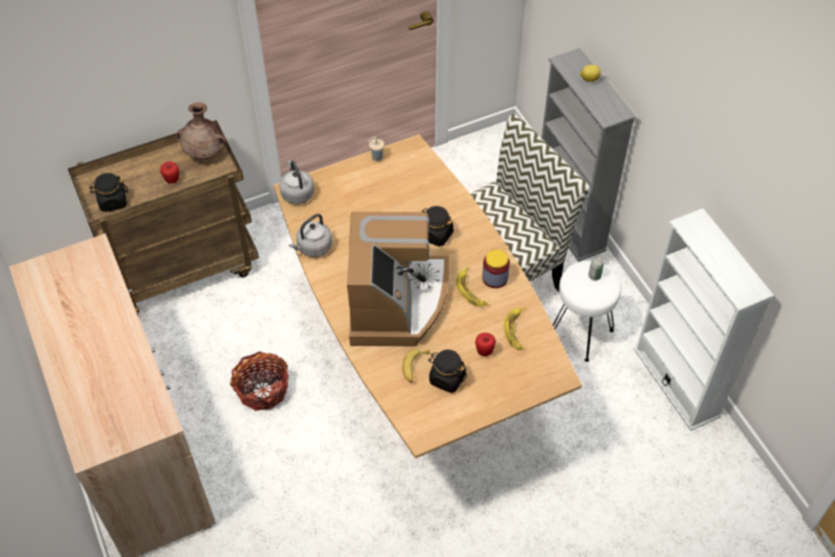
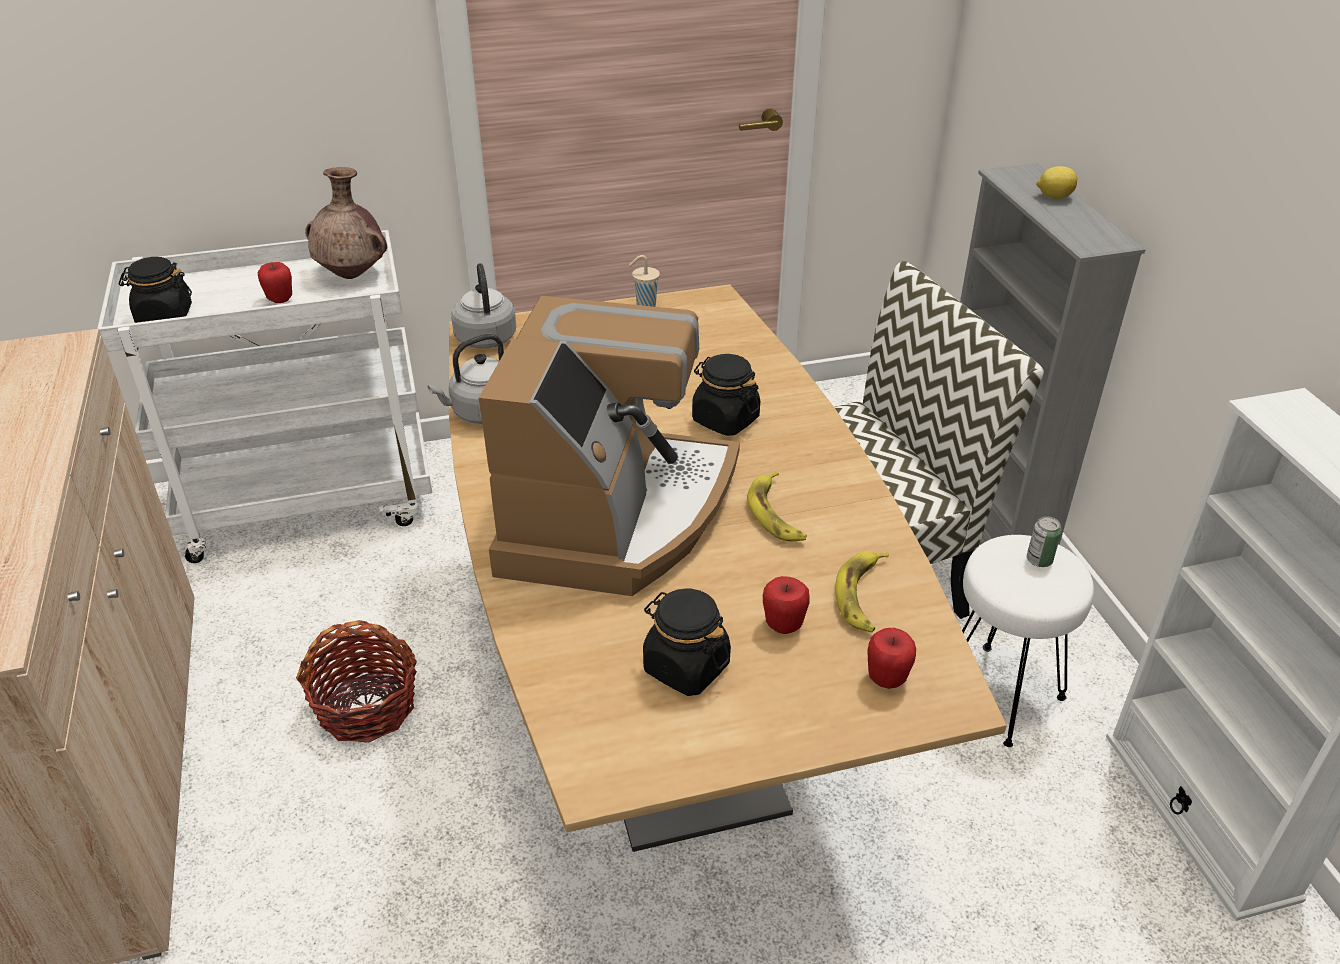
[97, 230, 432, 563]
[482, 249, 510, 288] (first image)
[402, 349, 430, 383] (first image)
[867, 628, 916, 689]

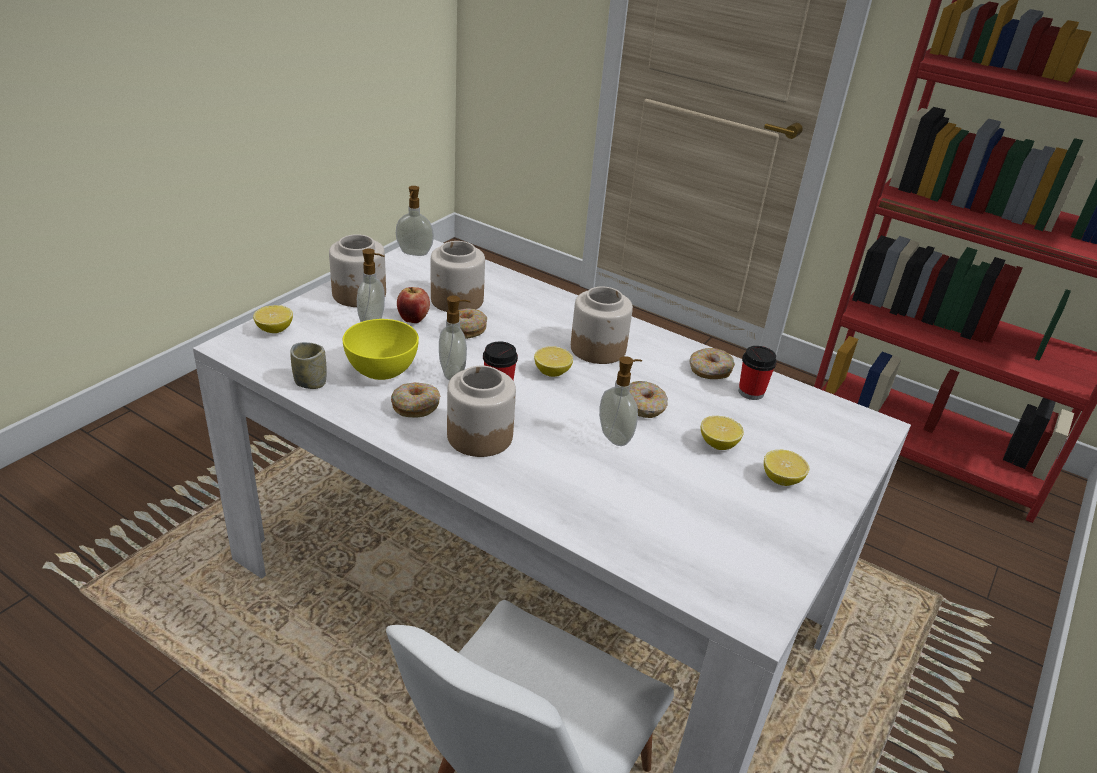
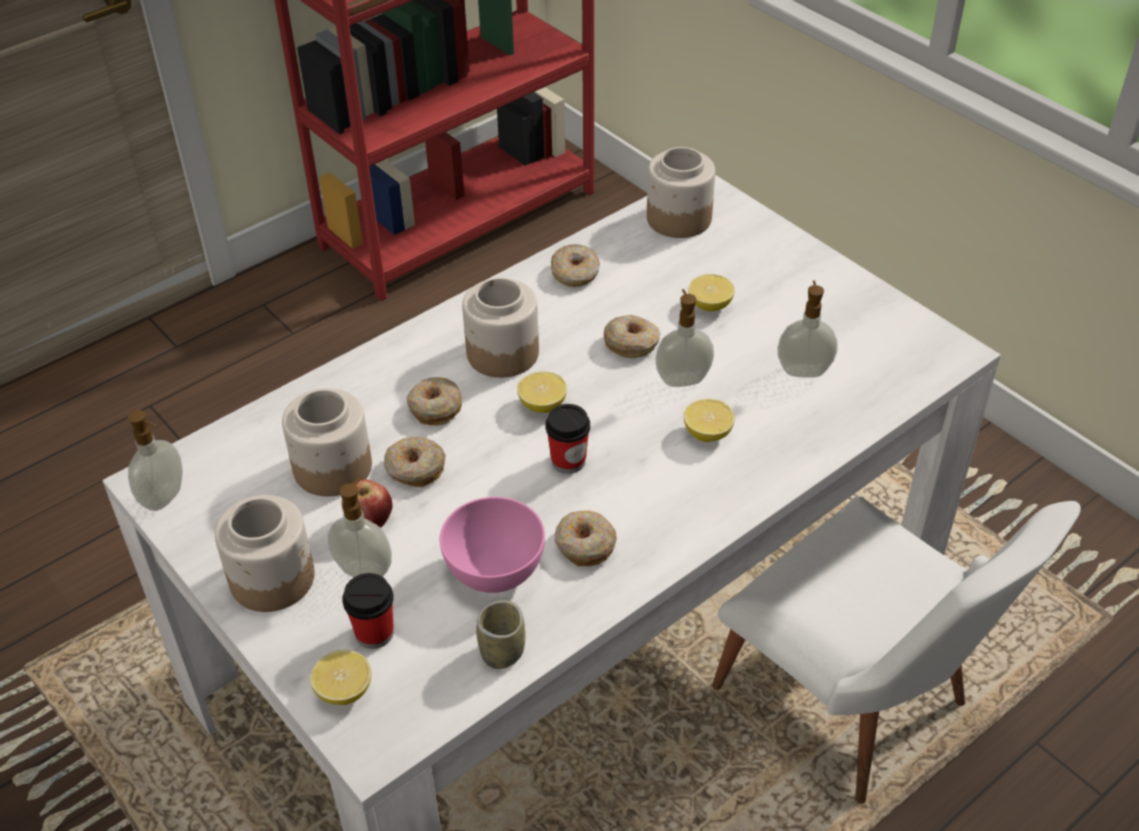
[778, 280, 837, 378]
[440, 497, 545, 593]
[342, 573, 394, 649]
[647, 147, 715, 238]
[684, 399, 735, 442]
[407, 377, 462, 425]

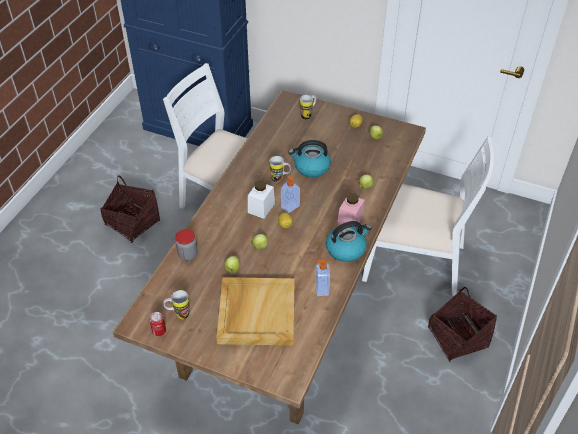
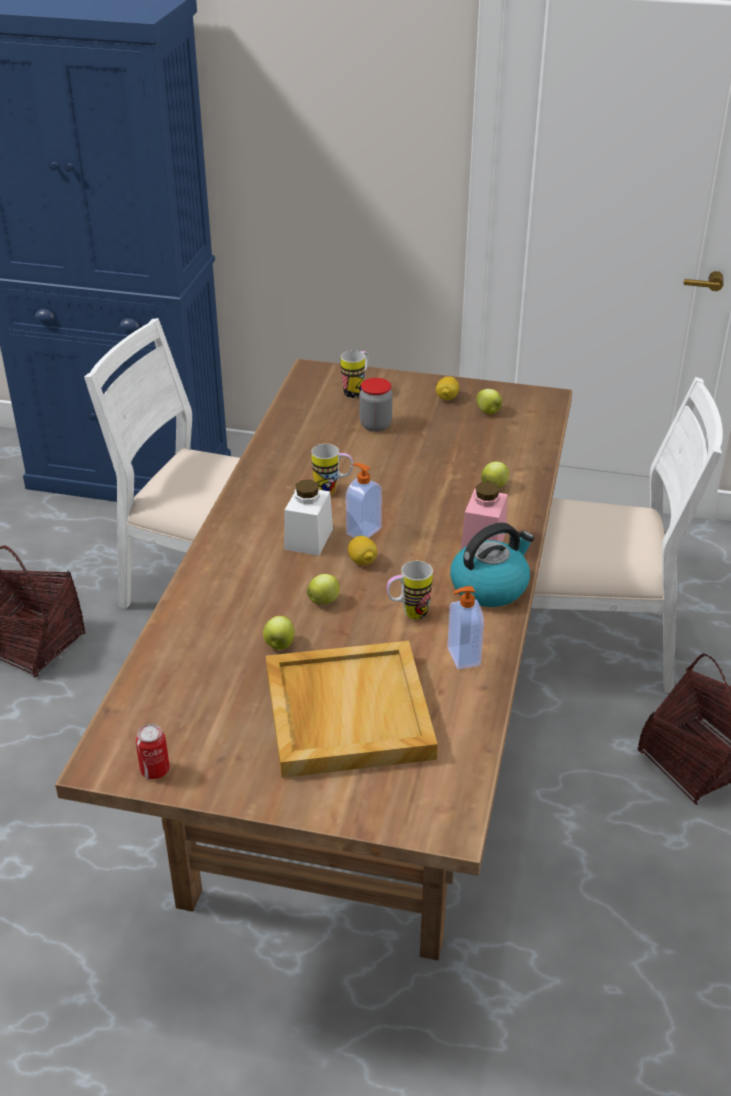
[288, 140, 331, 178] (first image)
[360, 378, 392, 432]
[387, 561, 433, 619]

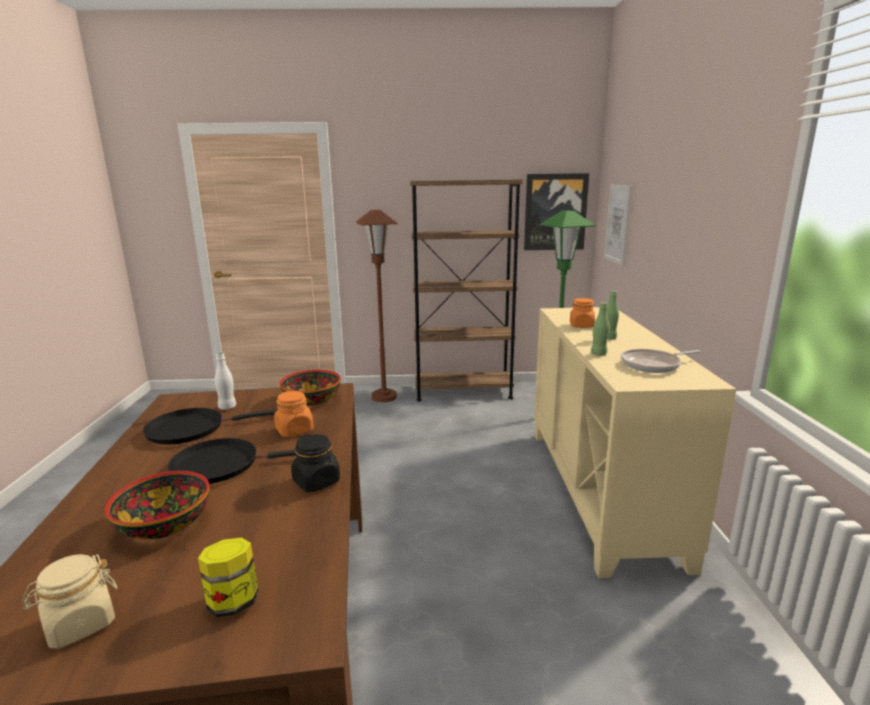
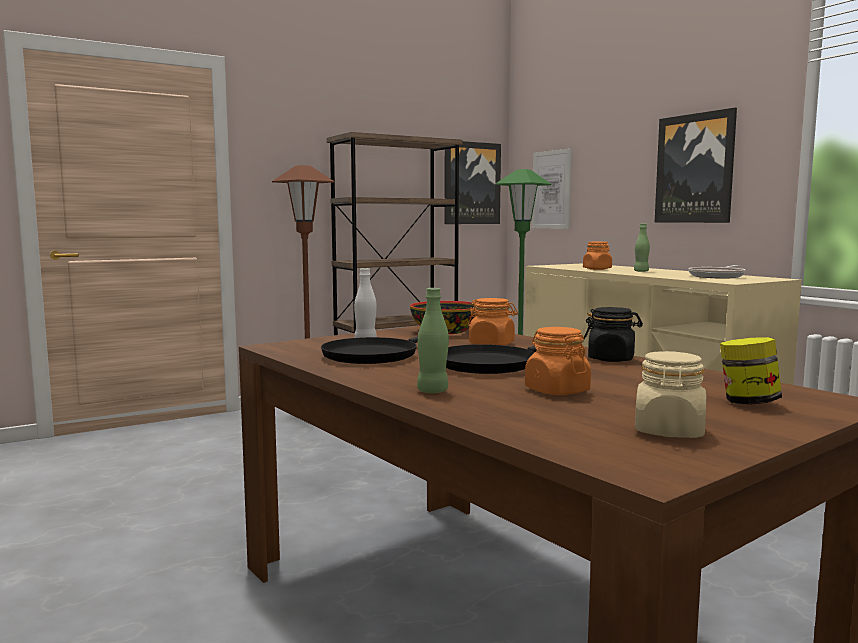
[417, 288, 449, 393]
[525, 327, 591, 395]
[655, 108, 737, 223]

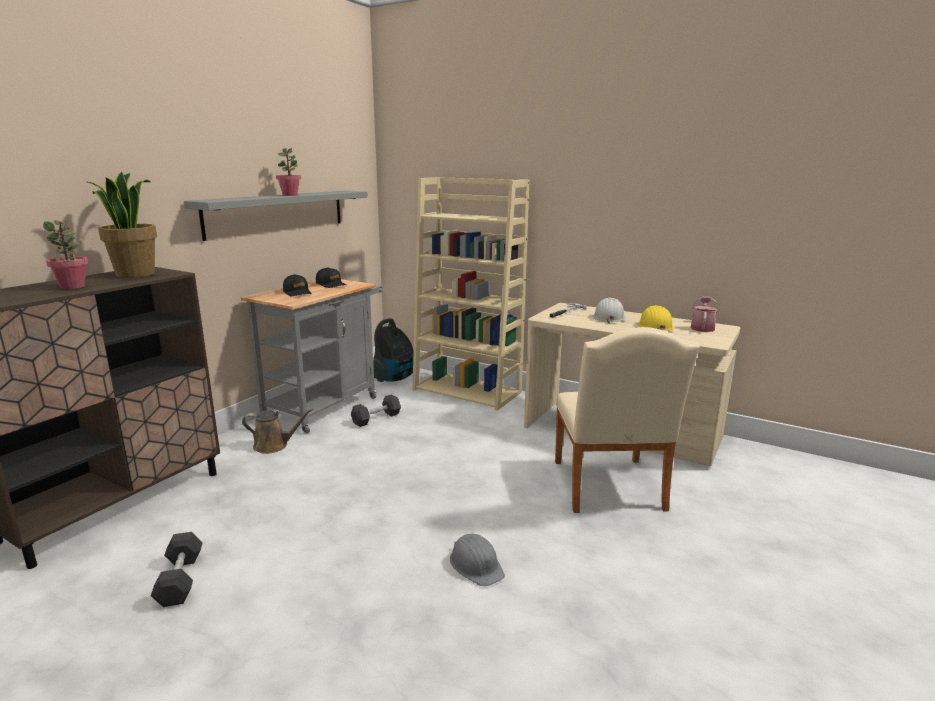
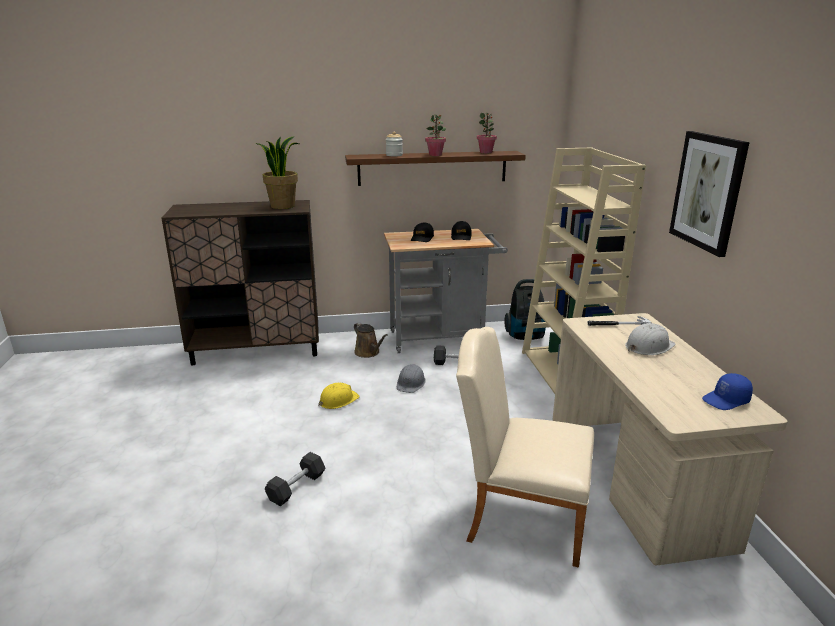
[345, 151, 526, 186]
[477, 112, 497, 153]
[702, 373, 753, 410]
[318, 383, 360, 409]
[456, 327, 594, 568]
[265, 452, 325, 506]
[397, 364, 426, 393]
[386, 131, 403, 156]
[669, 131, 750, 257]

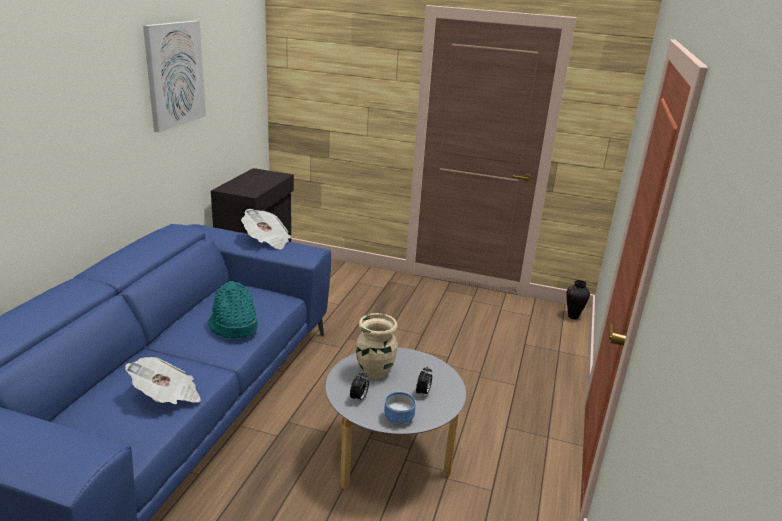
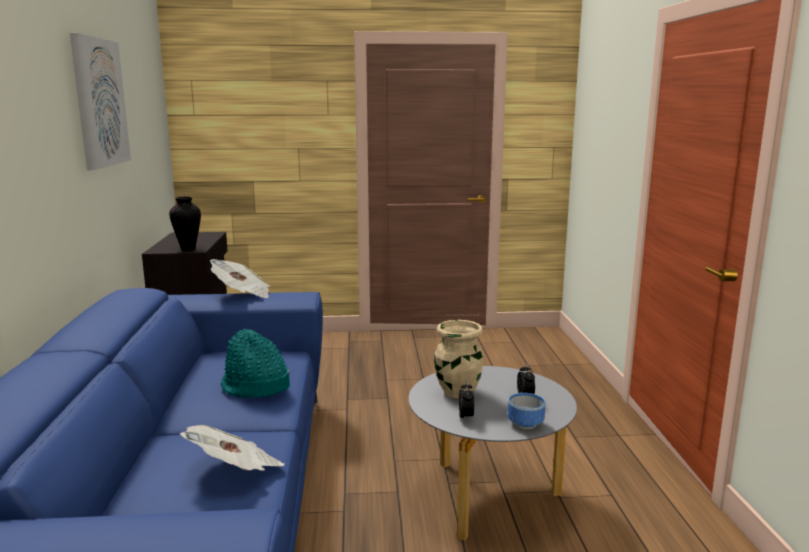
[169, 197, 201, 251]

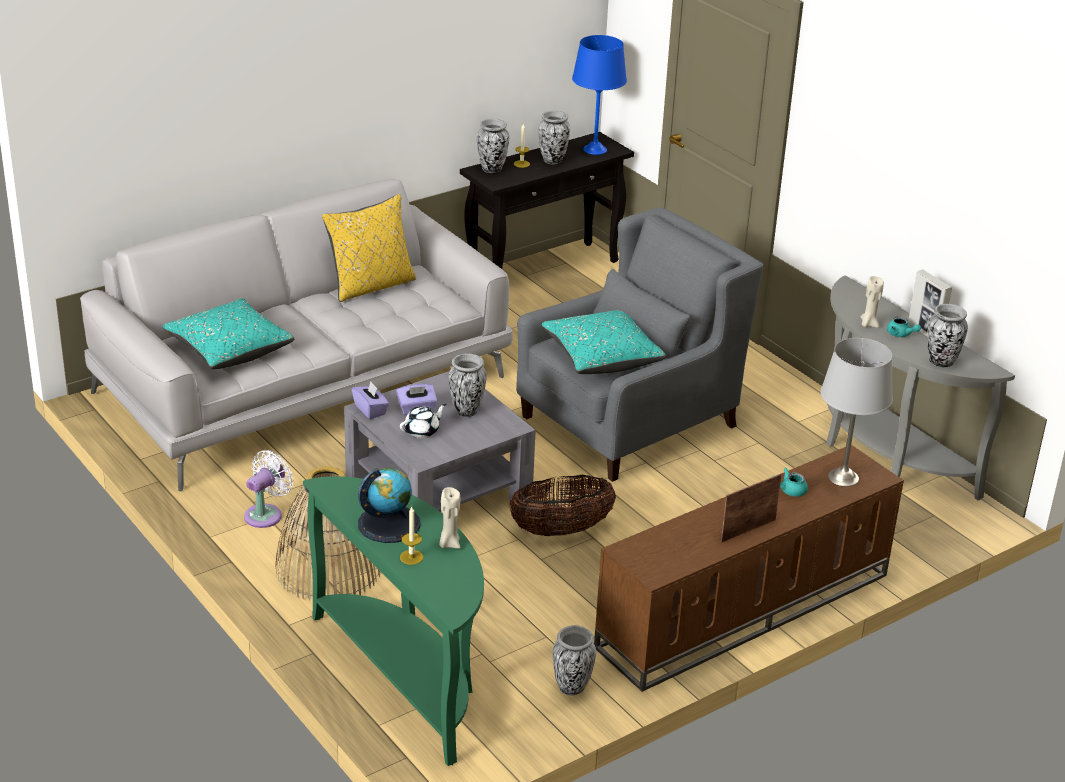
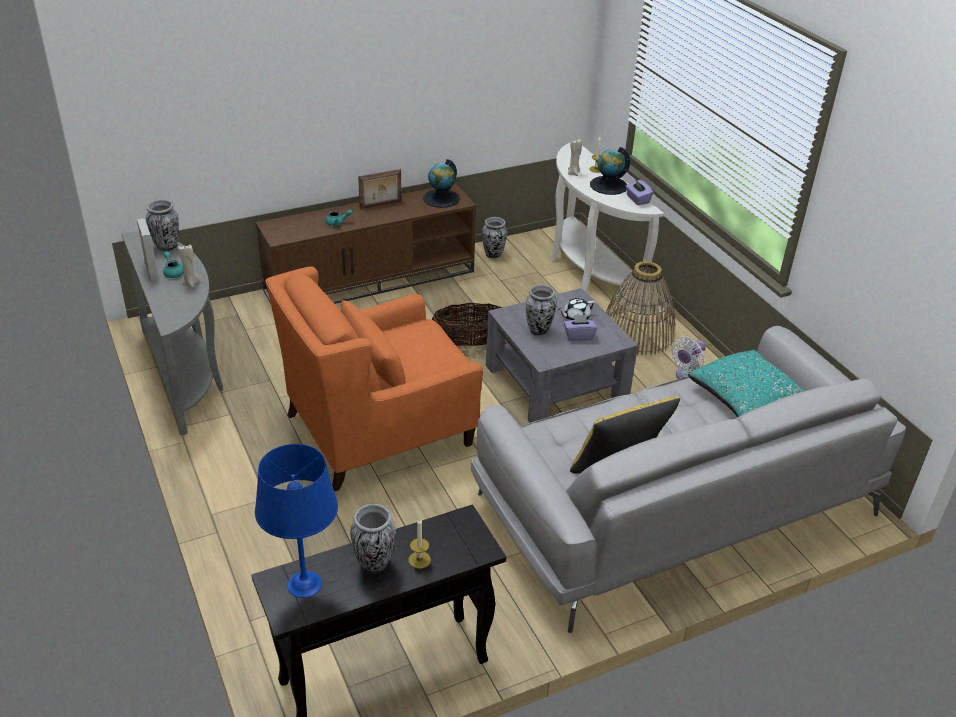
[477, 118, 509, 173] (first image)
[265, 267, 483, 492]
[542, 310, 666, 374] (first image)
[821, 338, 893, 487] (first image)
[626, 180, 653, 205]
[551, 142, 664, 304]
[423, 159, 460, 208]

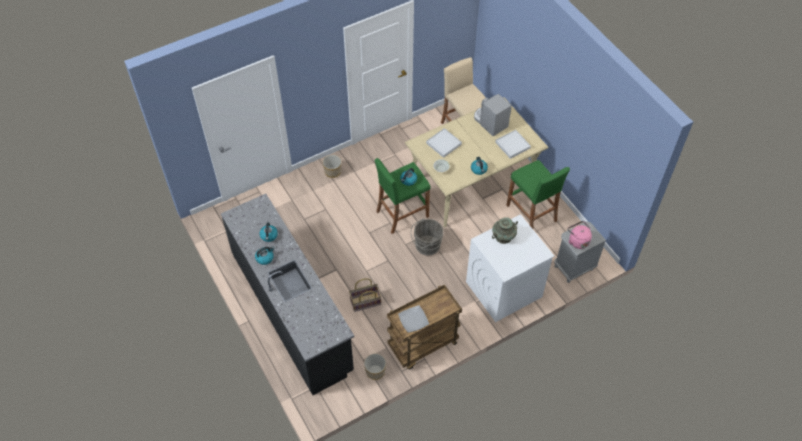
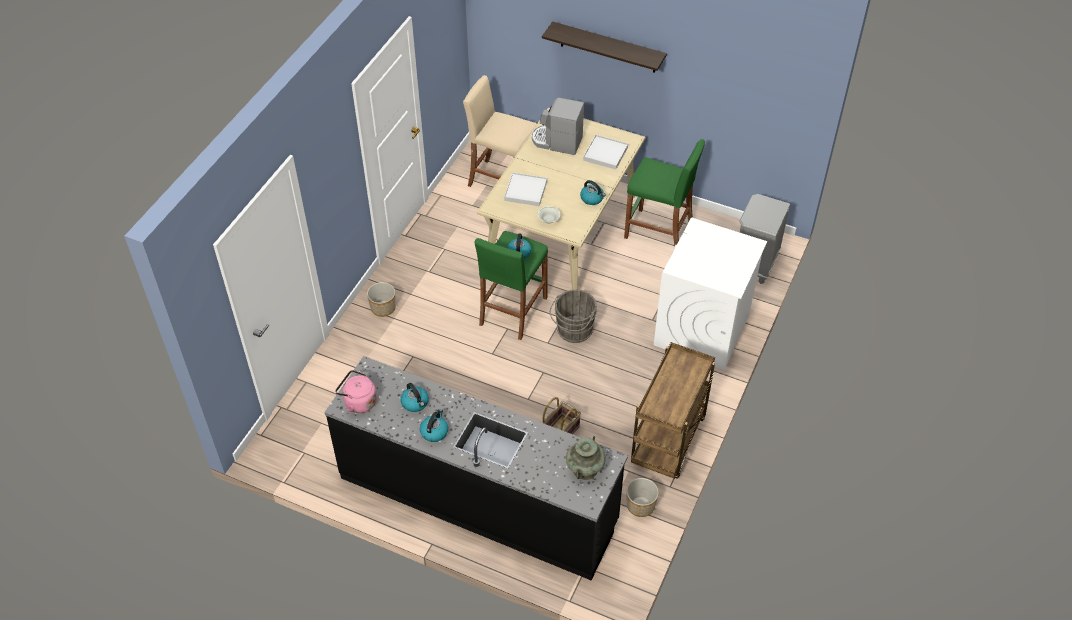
[566, 436, 606, 480]
[335, 370, 377, 413]
[398, 305, 429, 333] (first image)
[542, 22, 667, 73]

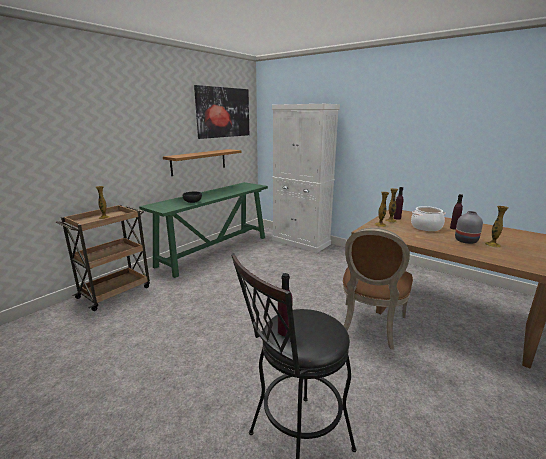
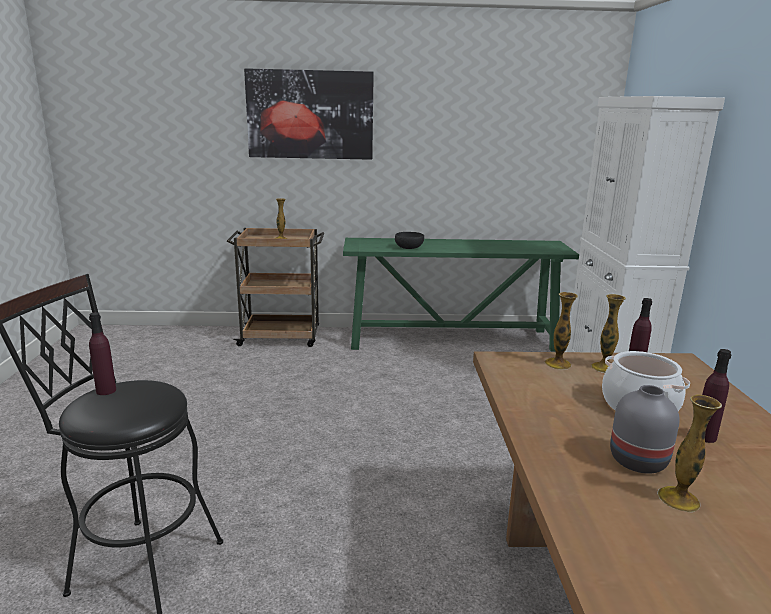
[244, 68, 374, 160]
[163, 149, 241, 176] (first image)
[343, 227, 413, 350] (first image)

